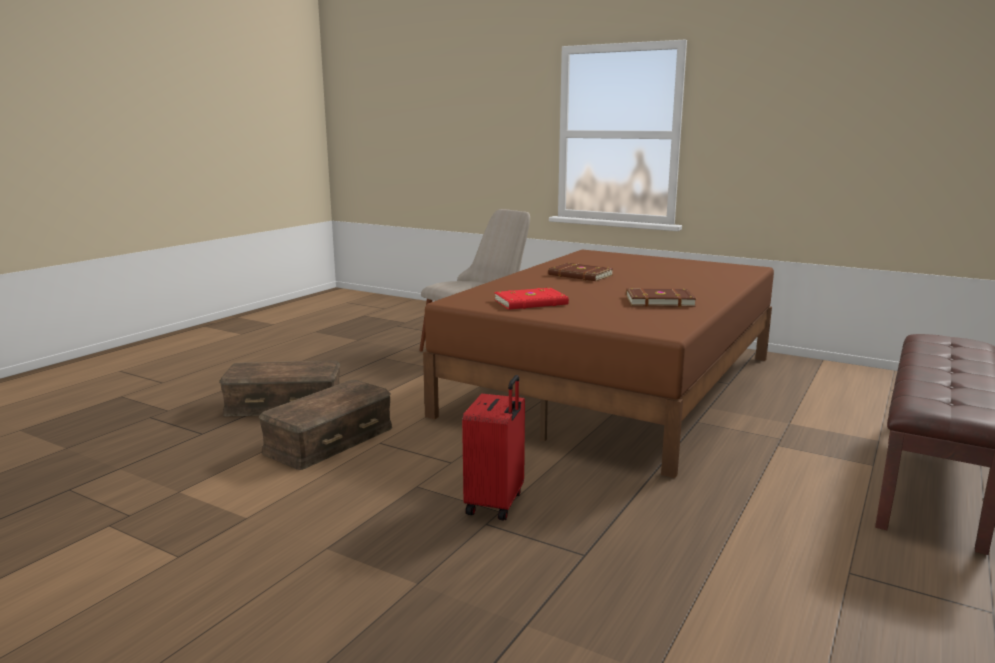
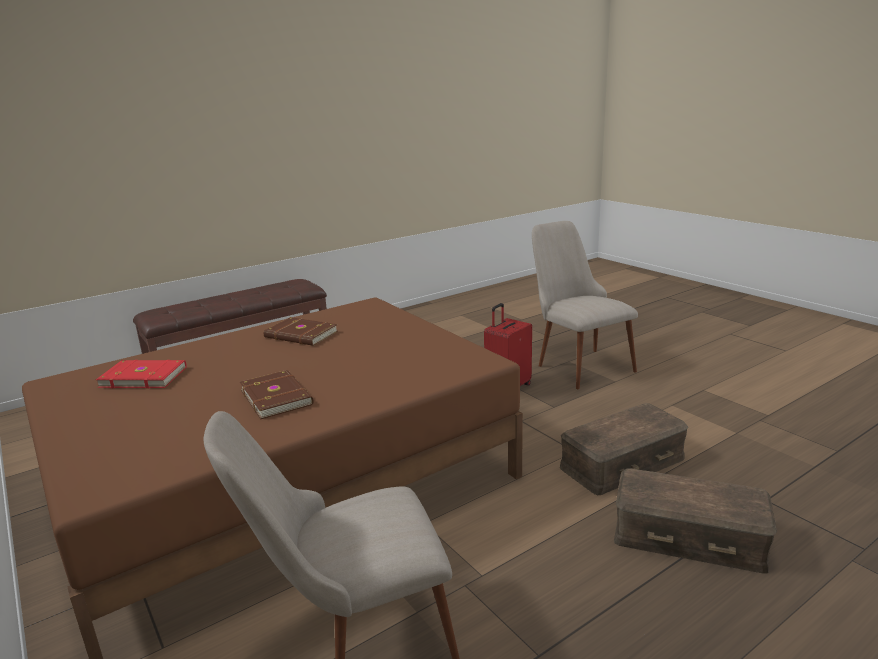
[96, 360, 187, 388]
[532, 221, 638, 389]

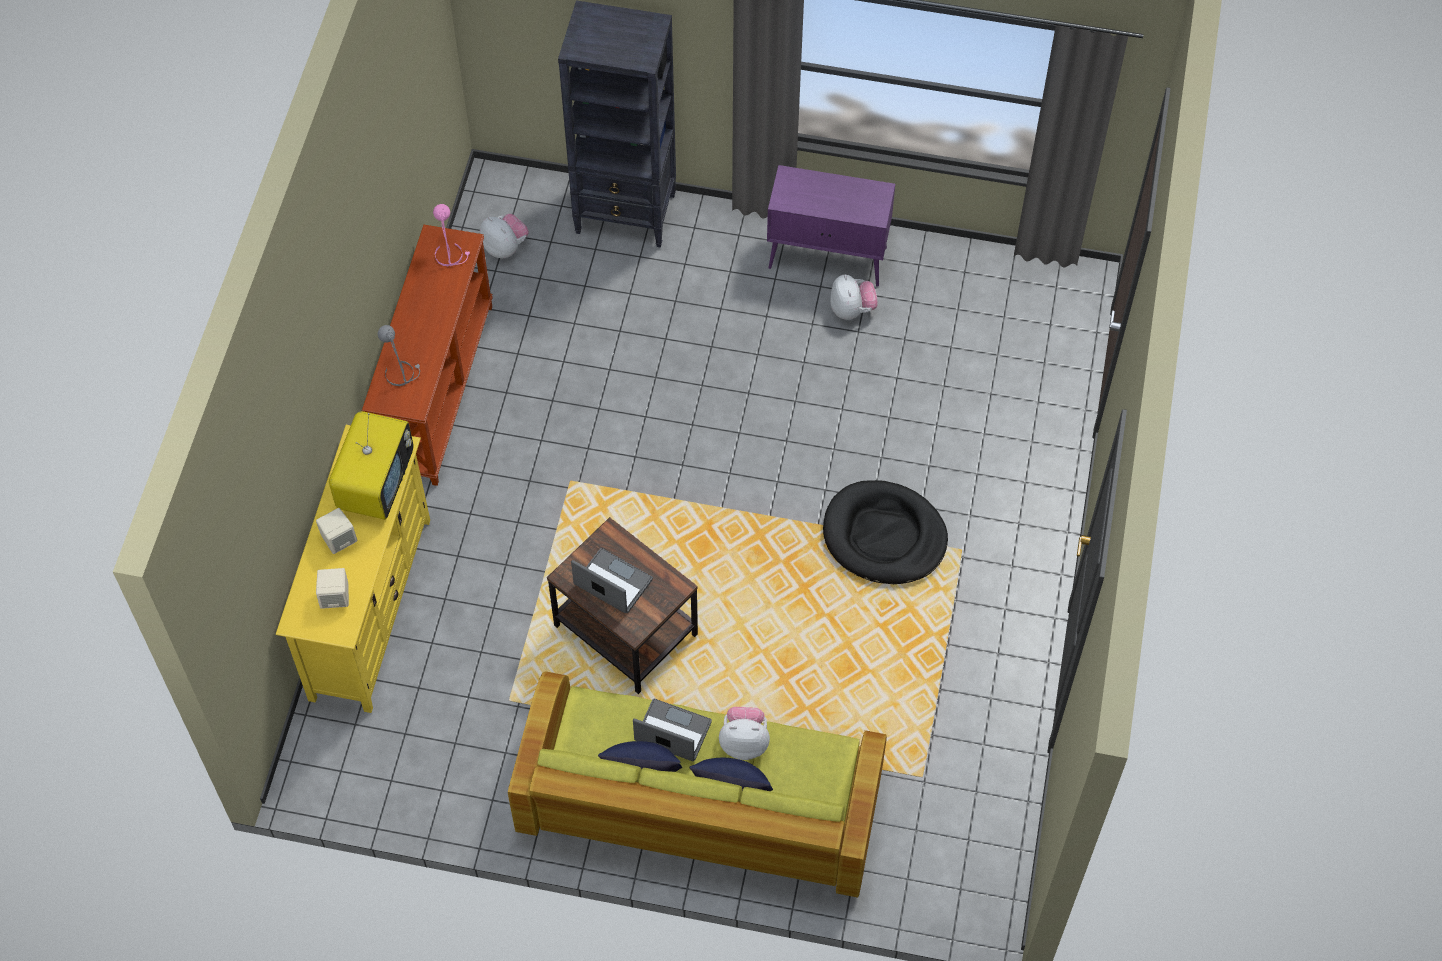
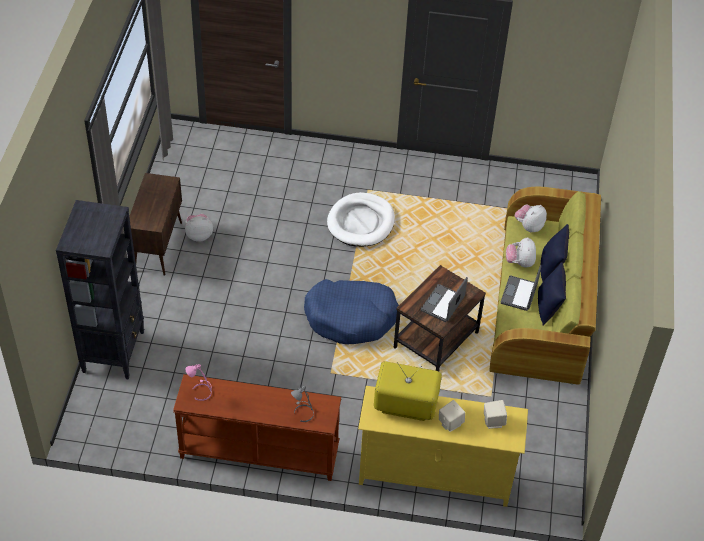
[129, 173, 182, 276]
[515, 204, 547, 232]
[327, 192, 395, 247]
[304, 279, 399, 345]

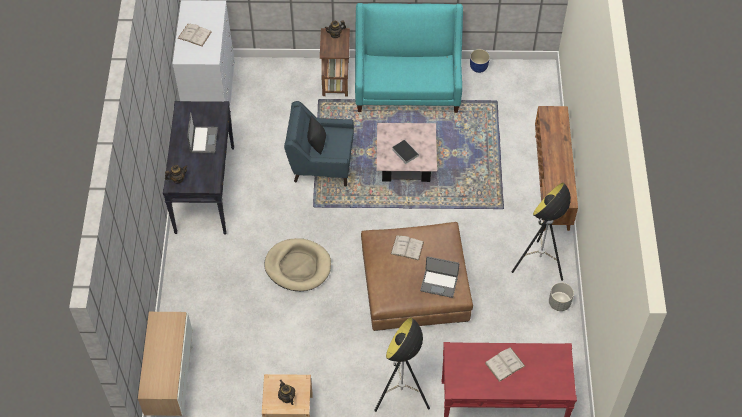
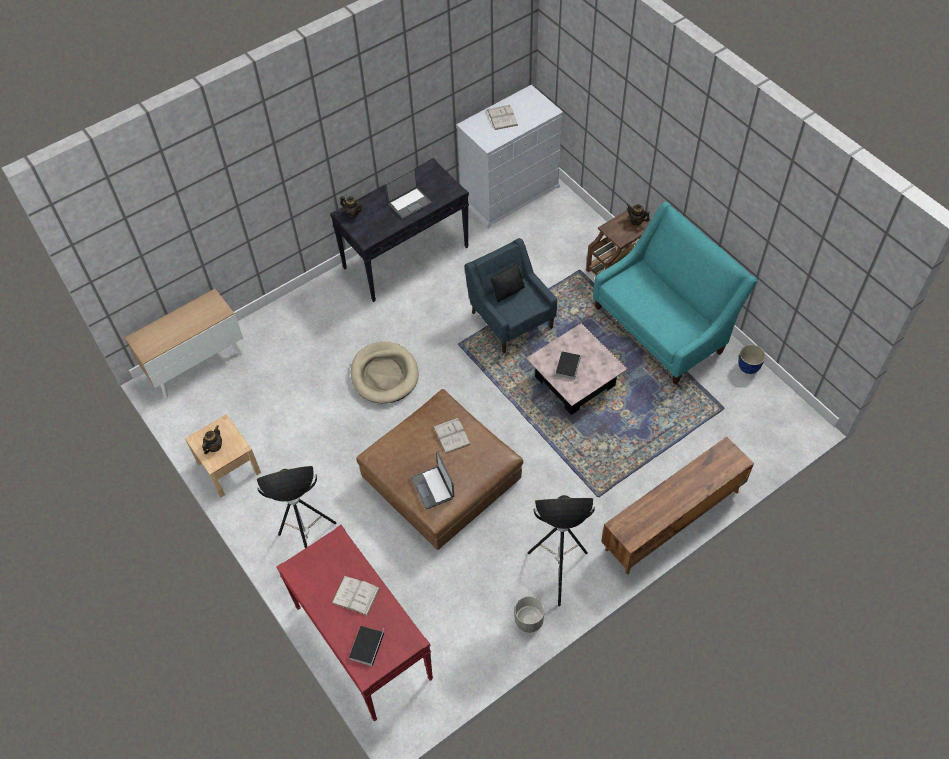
[349, 626, 384, 666]

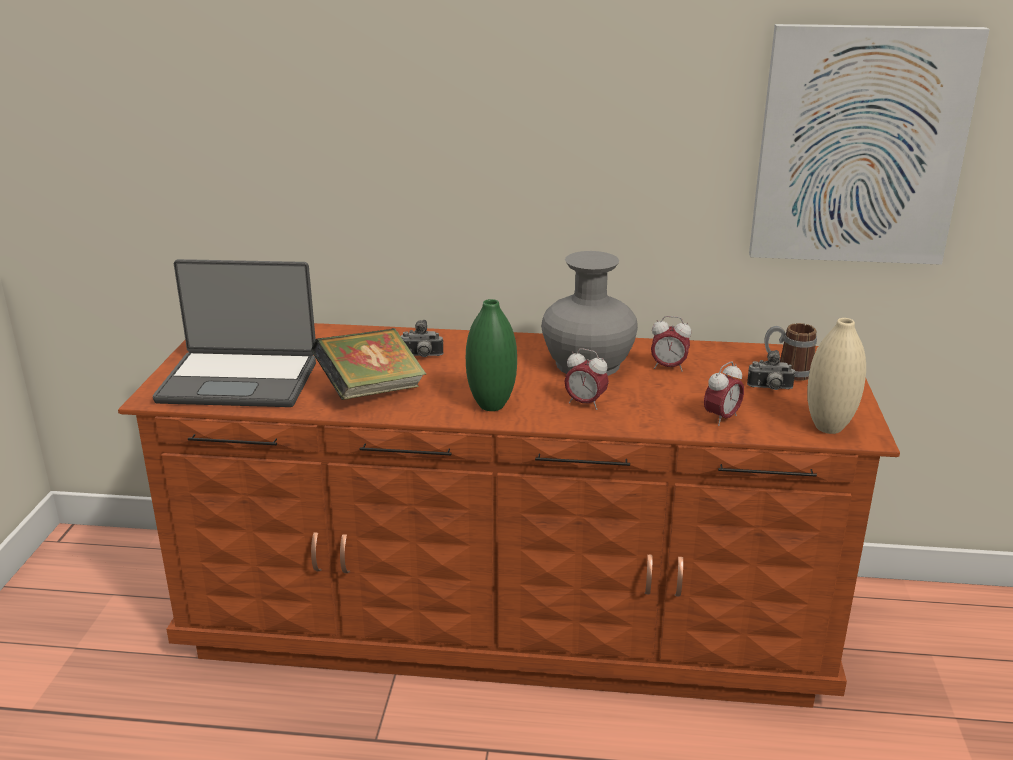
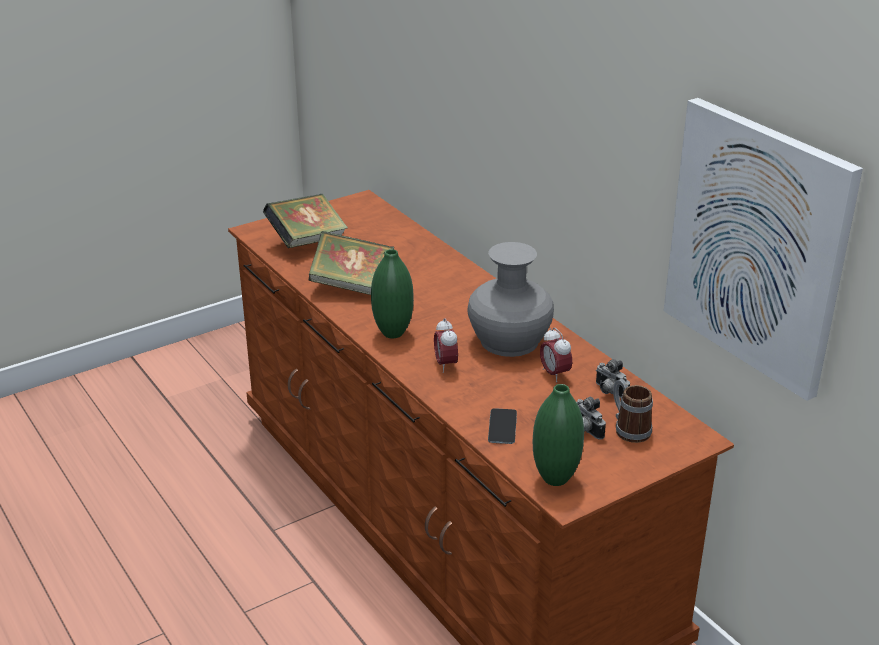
[263, 194, 348, 248]
[533, 384, 584, 486]
[596, 359, 630, 398]
[488, 408, 517, 444]

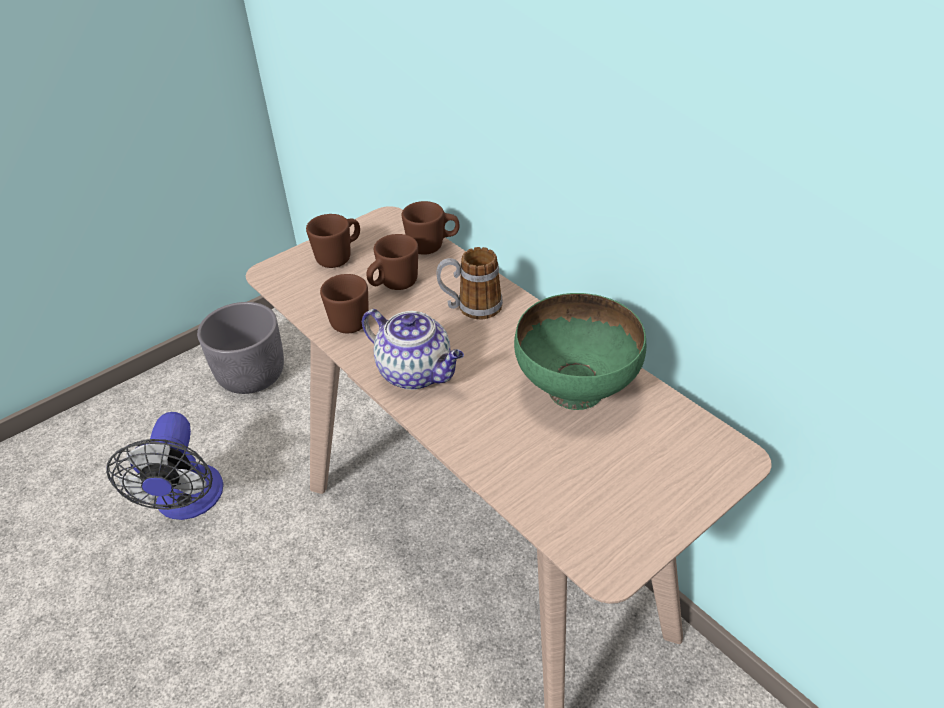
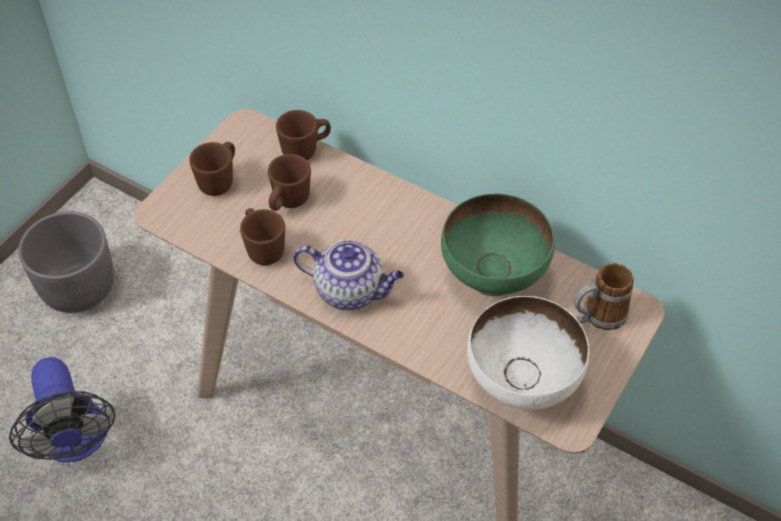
[574, 263, 634, 330]
[467, 296, 589, 410]

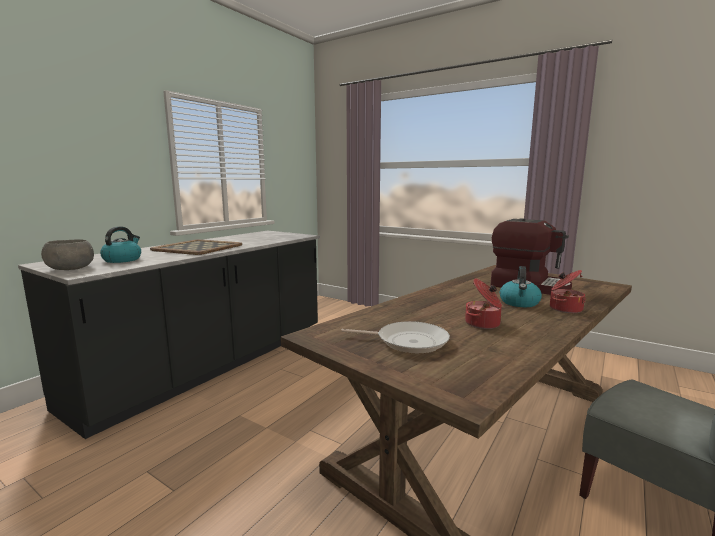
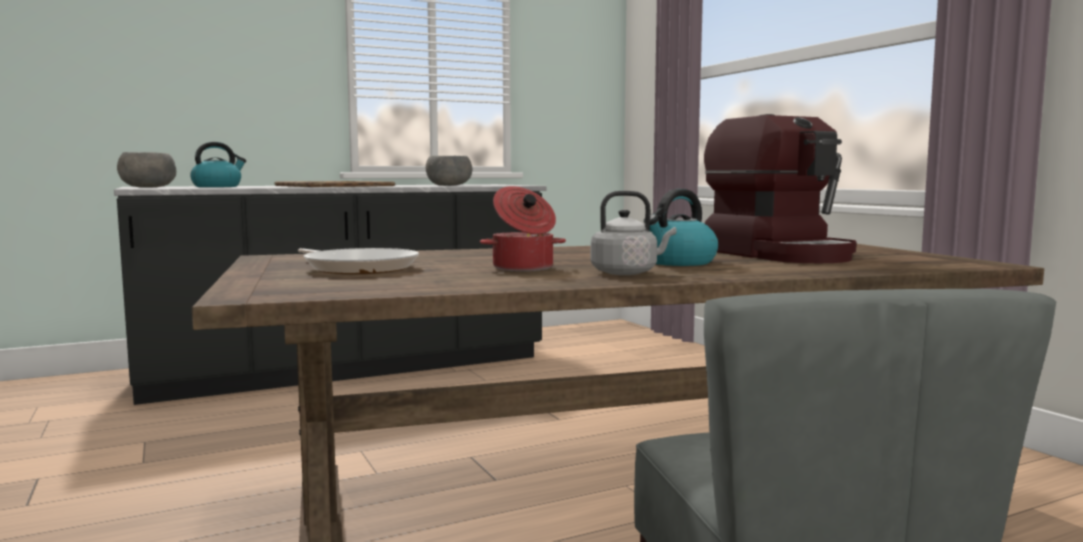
[550, 270, 586, 313] (first image)
[426, 155, 472, 186]
[591, 191, 677, 275]

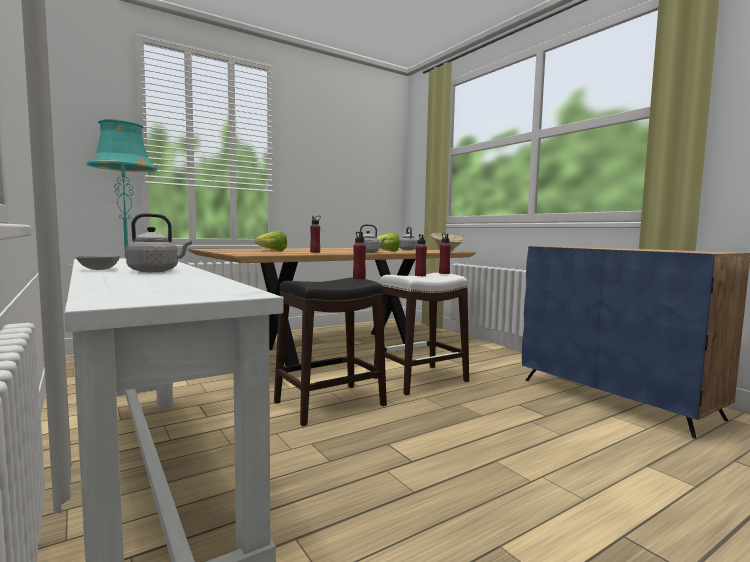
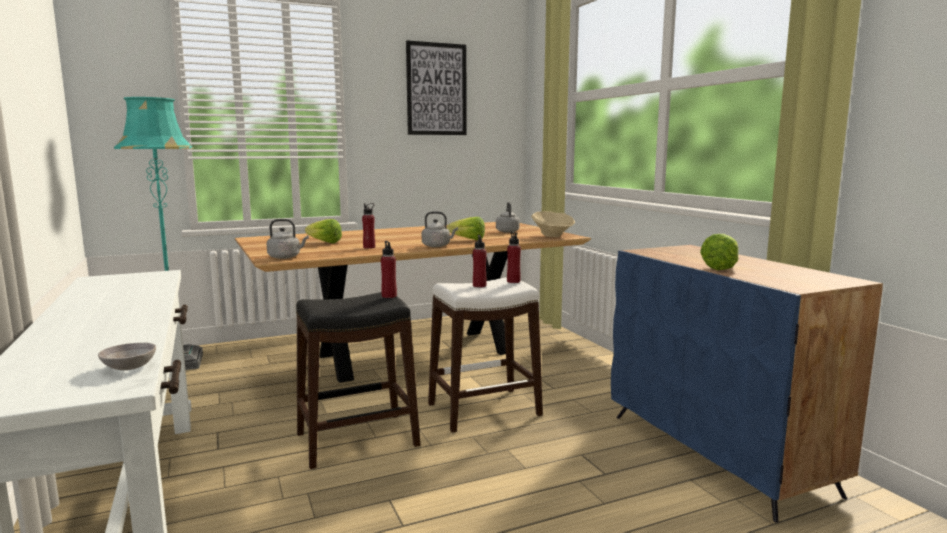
[267, 219, 309, 259]
[98, 343, 156, 370]
[406, 40, 467, 135]
[700, 234, 739, 270]

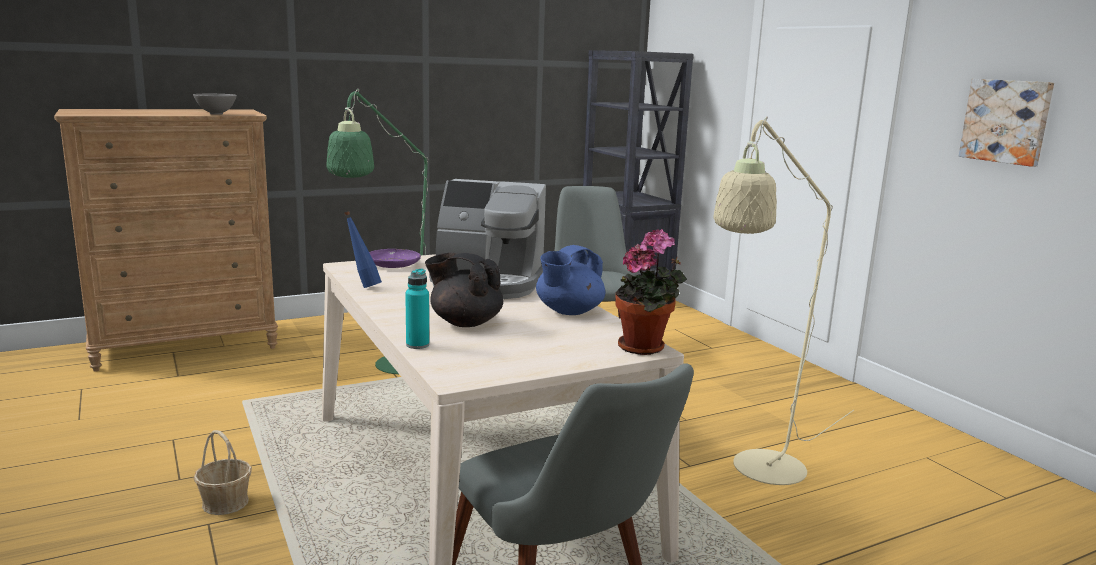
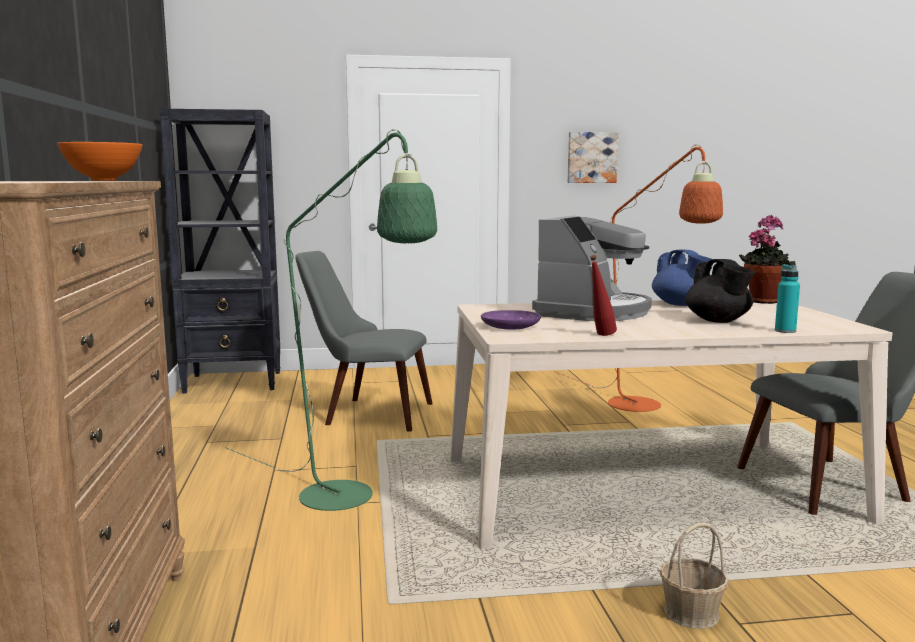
[57, 142, 143, 181]
[554, 144, 723, 412]
[590, 255, 617, 336]
[685, 259, 755, 323]

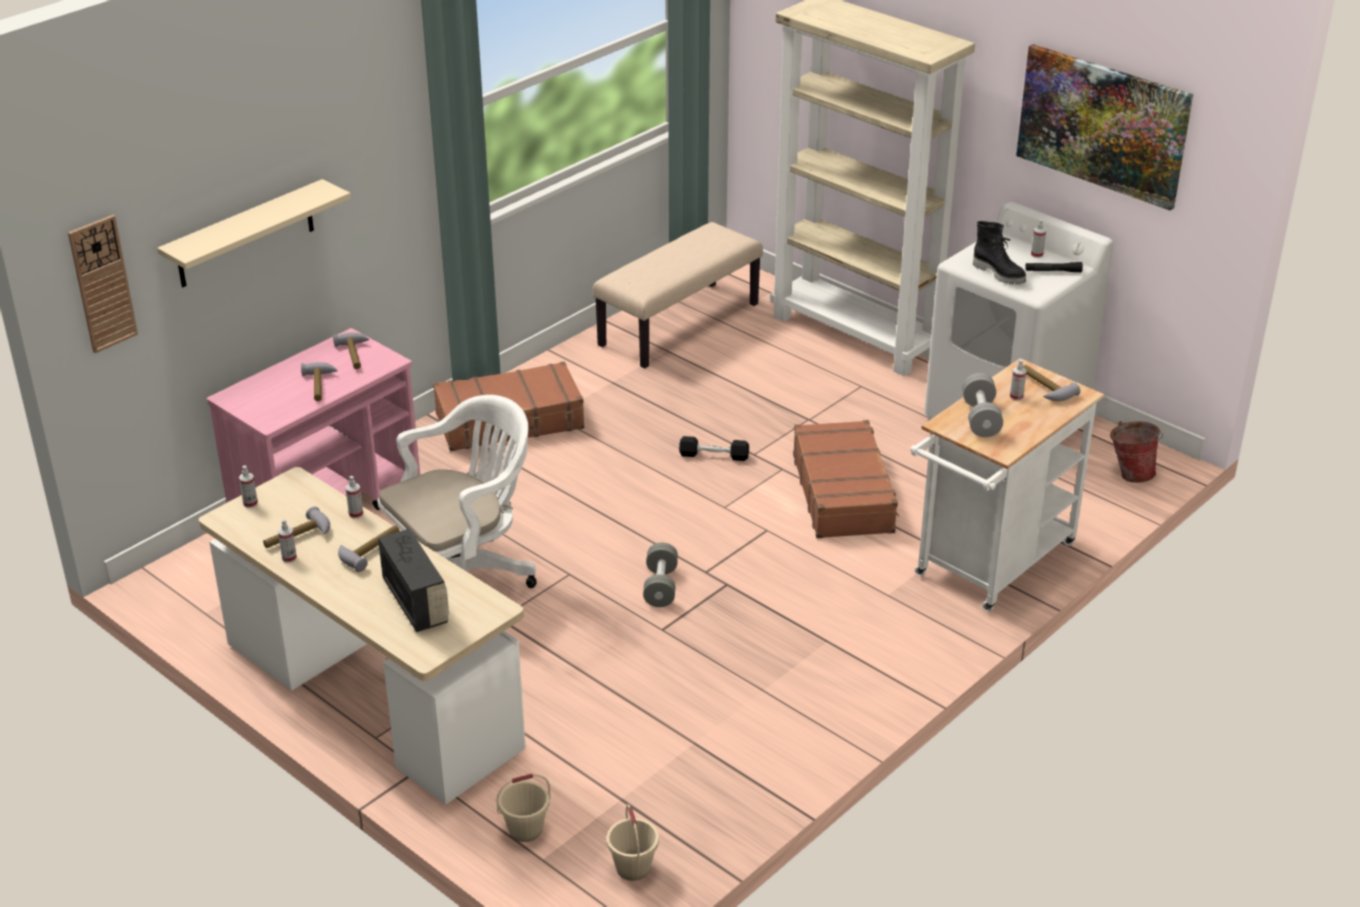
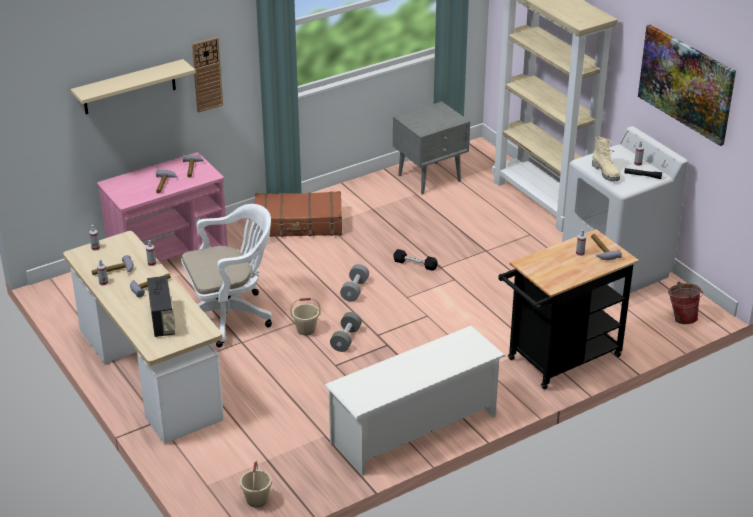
[192, 37, 223, 113]
[592, 136, 620, 181]
[393, 101, 470, 195]
[498, 229, 639, 389]
[340, 264, 369, 302]
[793, 420, 899, 538] (first image)
[290, 298, 321, 335]
[325, 325, 505, 476]

